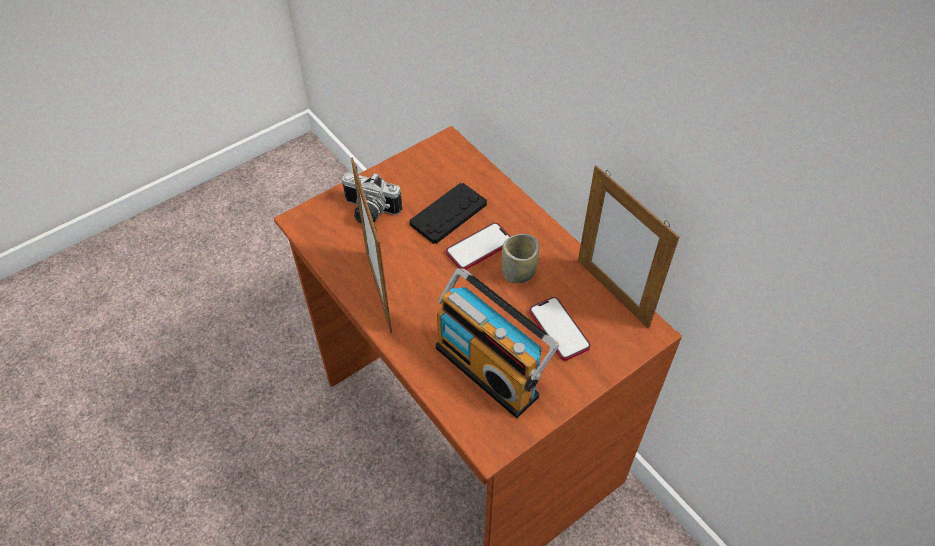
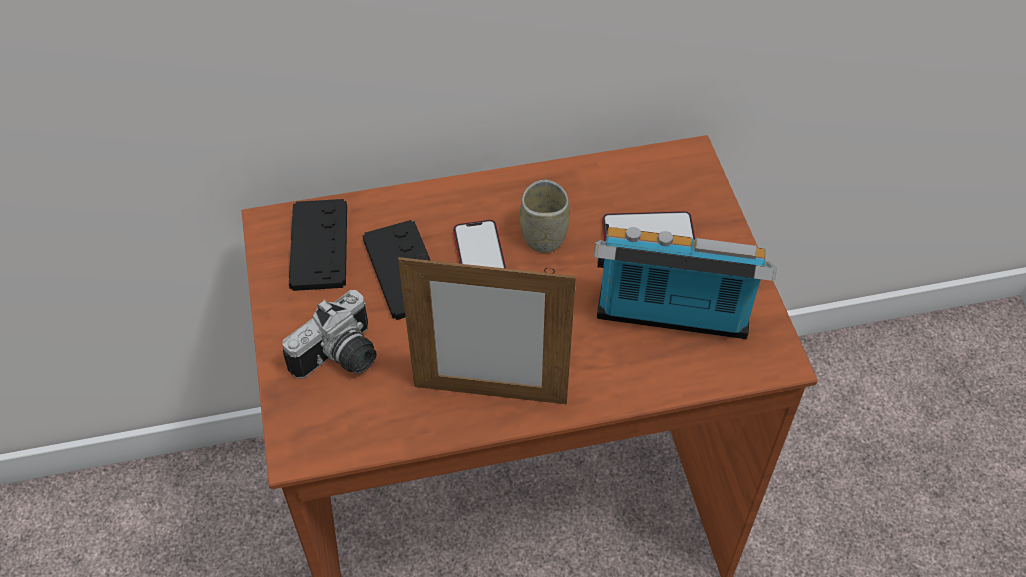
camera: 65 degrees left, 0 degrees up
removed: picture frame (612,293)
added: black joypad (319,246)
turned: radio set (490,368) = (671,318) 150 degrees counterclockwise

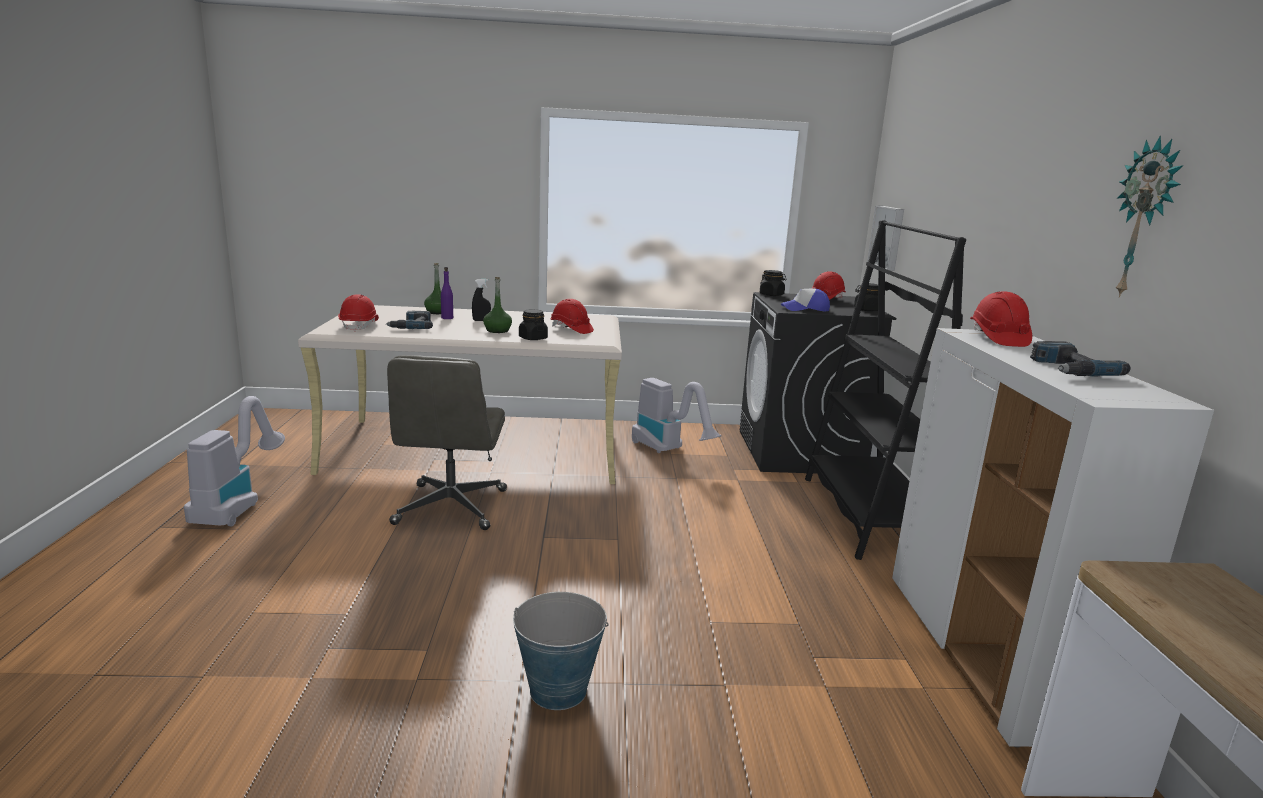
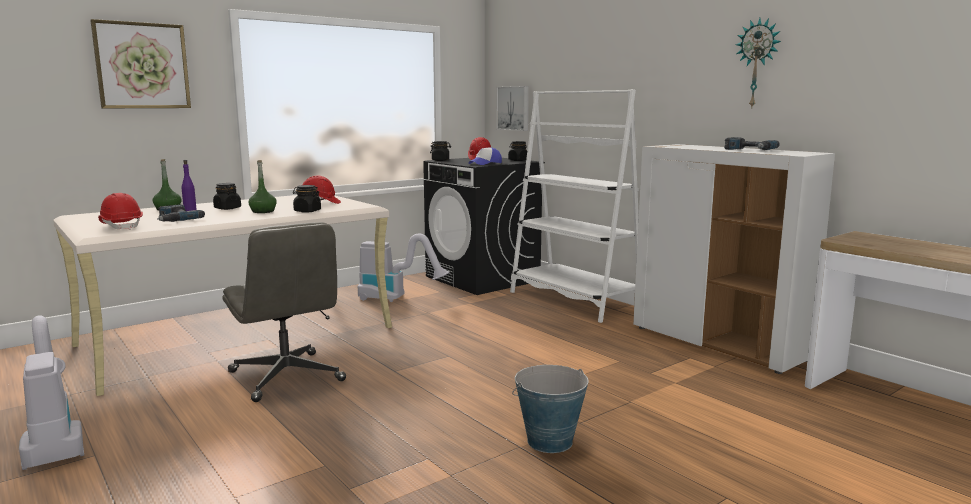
camera: 35 degrees left, 5 degrees down
removed: reddish work helmet (998,339)
added: wall art (142,66)
replaced: black sprayer (481,320) to black jar (227,208)
recoloured: black shelving unit (869,516) to white shelving unit (573,300)

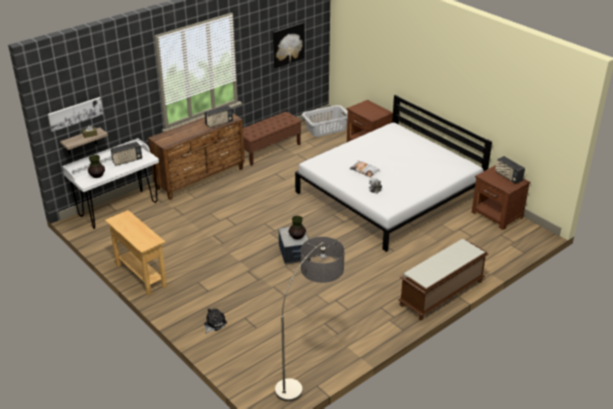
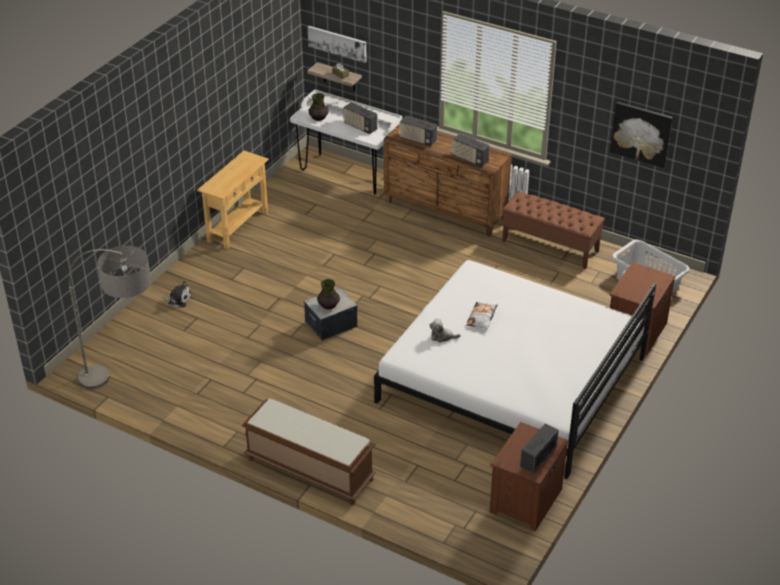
camera: 70 degrees right, 5 degrees up
added: radio set (417,140)

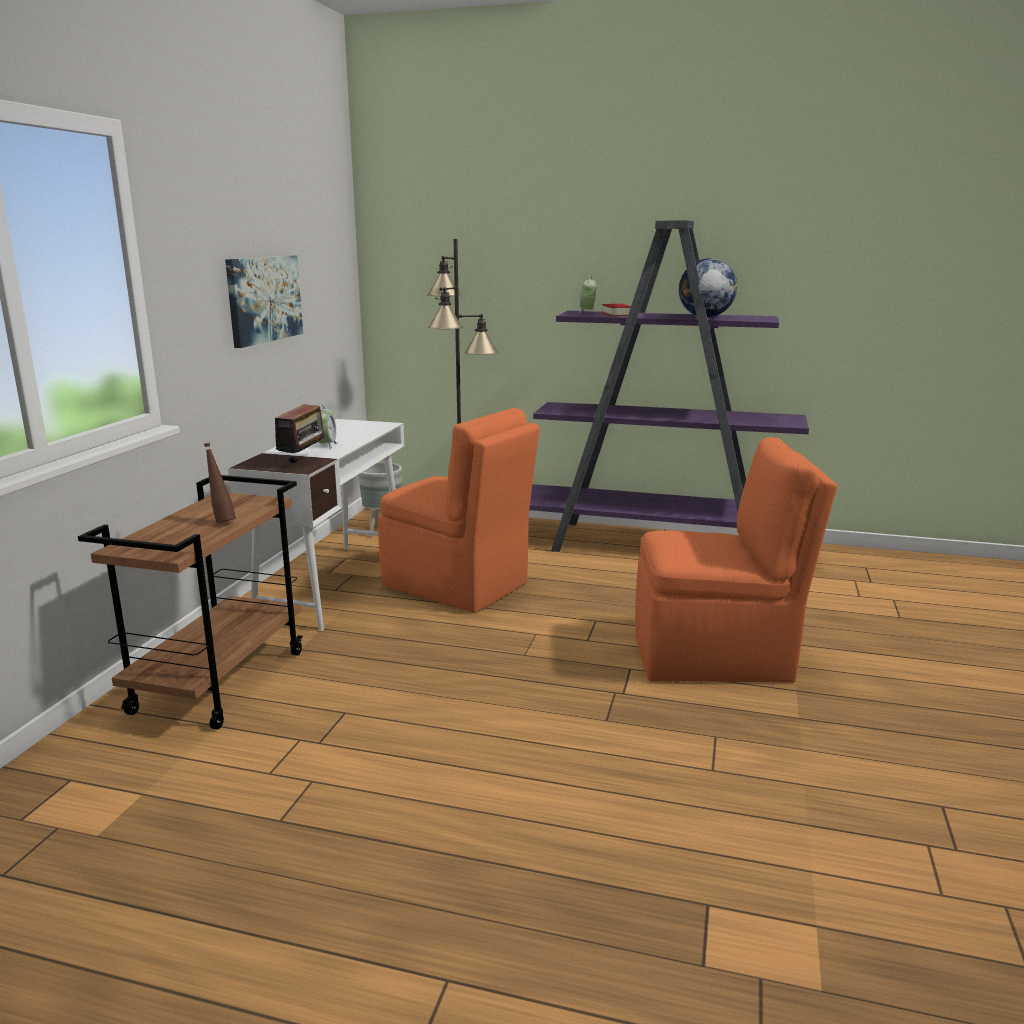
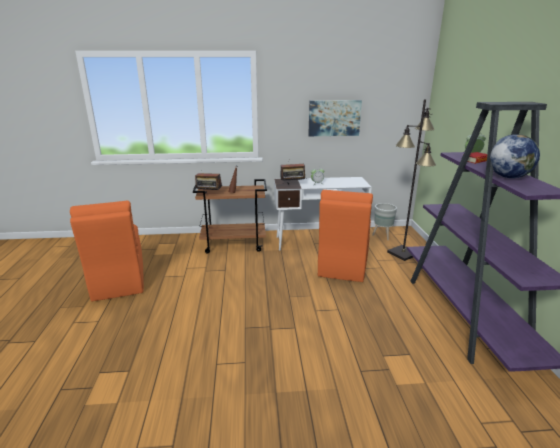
camera: 70 degrees right, 5 degrees up
added: radio set (209,194)
moved: orange plain chair (716,656) to (118,282)

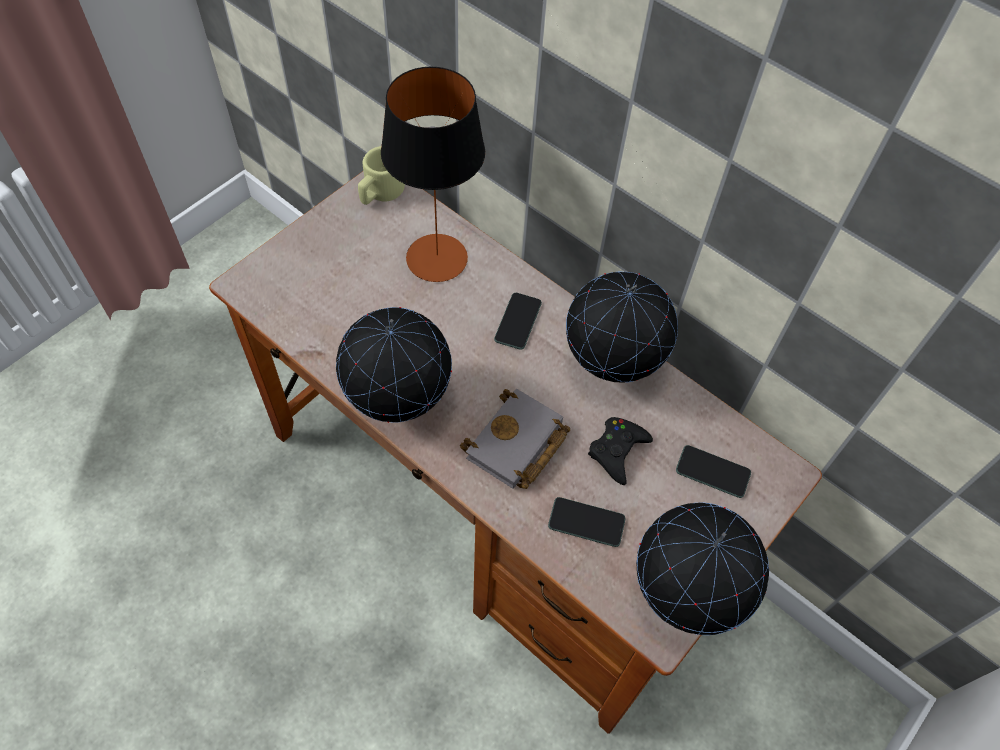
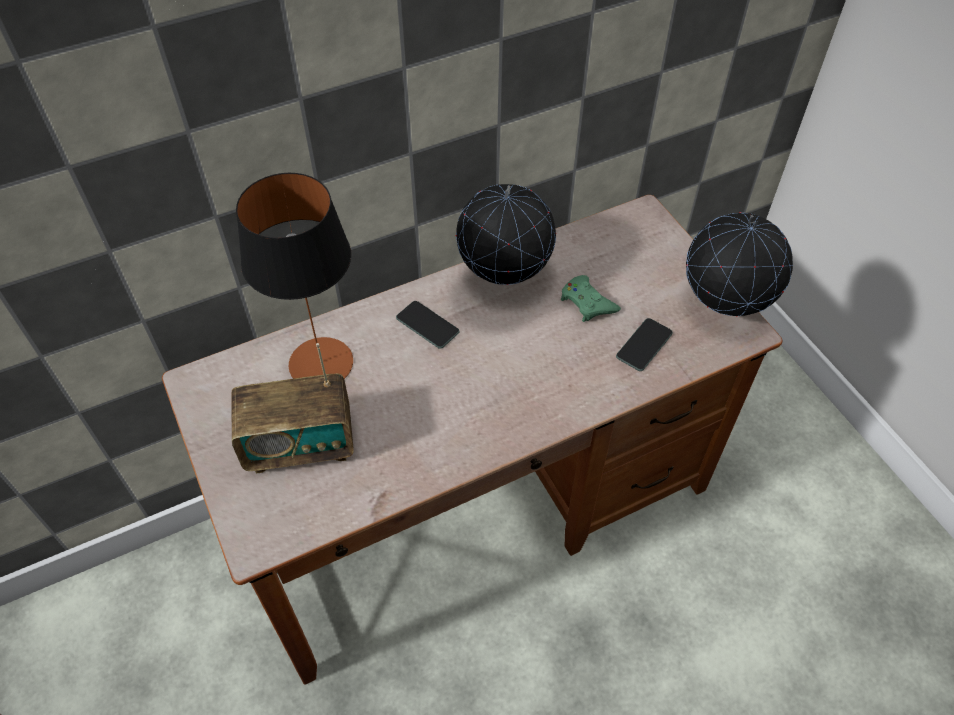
camera: 65 degrees left, 5 degrees down
removed: world globe (399,401); sand-coloured coffee mug (380,192); greyish volume (516,446); phone (713,472)
added: radio set (300,445)
recoloured: black joypad (617,451) to green joypad (587,303)

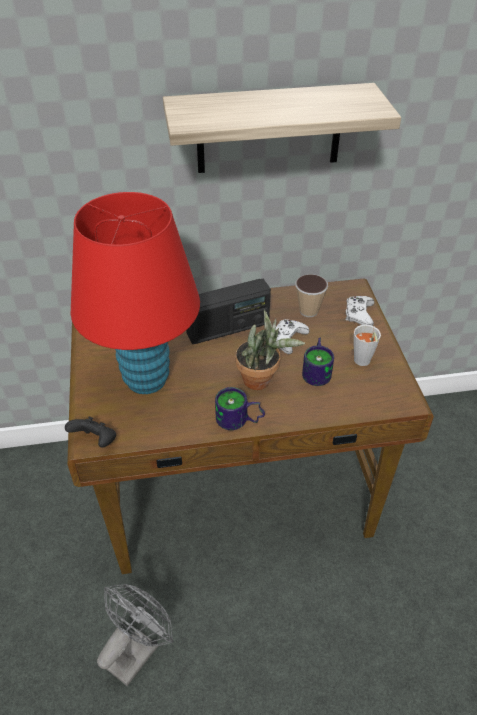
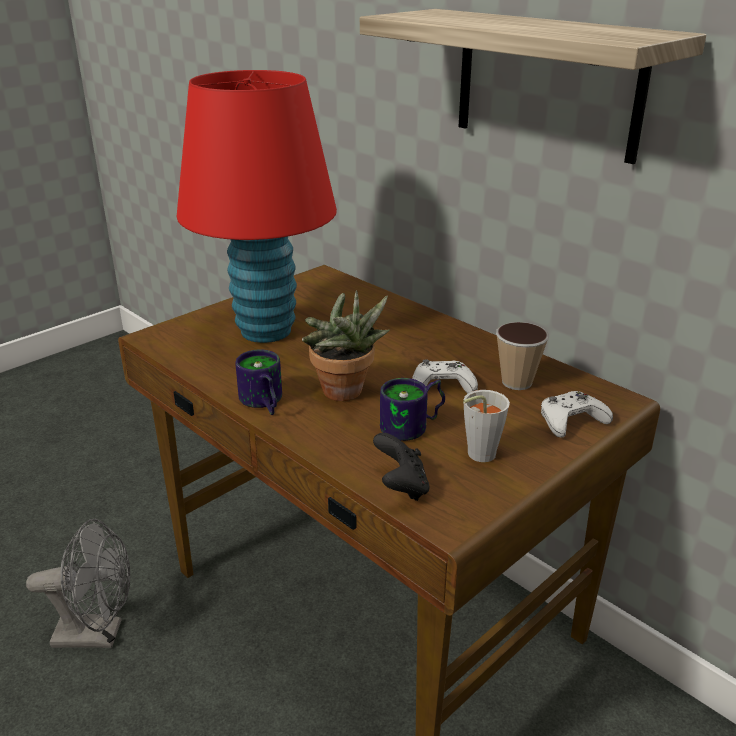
camera: 55 degrees right, 15 degrees down
removed: radio set (228,328)
moved: black joypad (96,441) to (401,487)

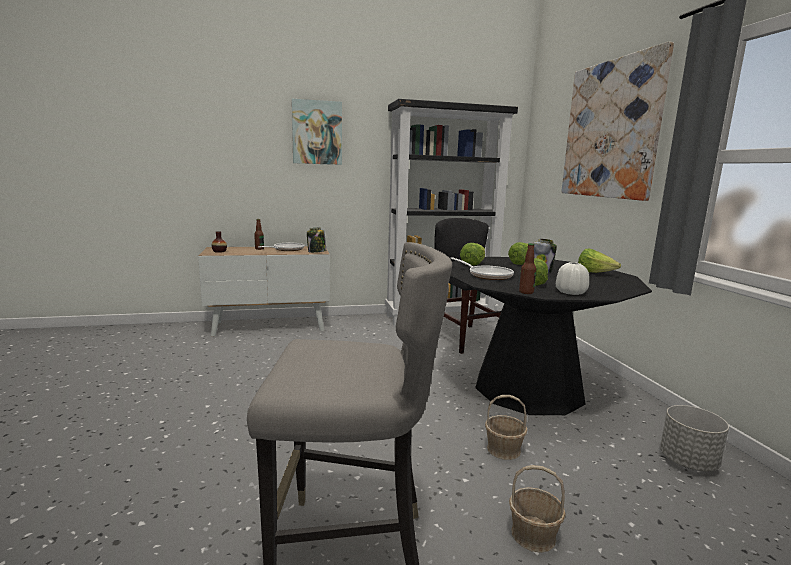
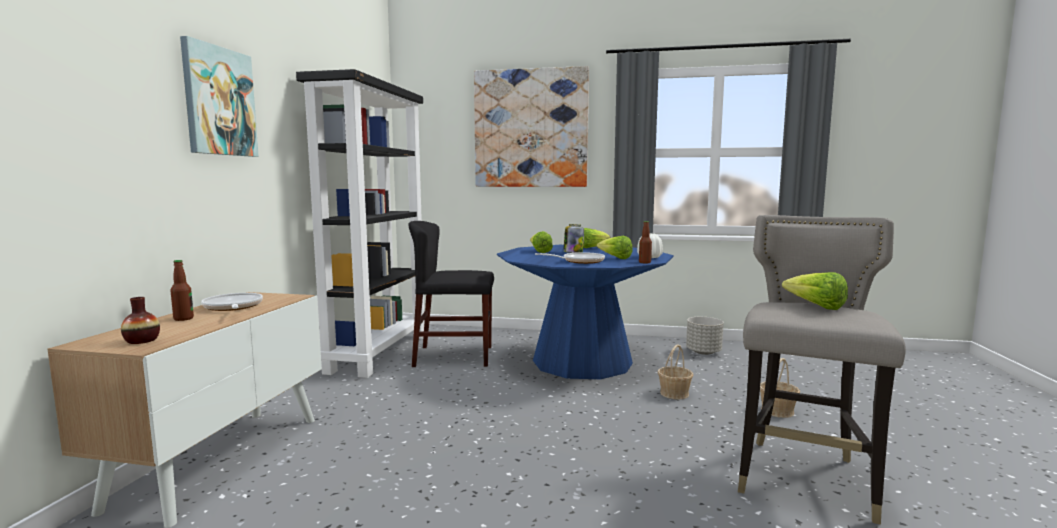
camera: 65 degrees left, 5 degrees down
removed: jar (316,252)
moved: lettuce (473,264) to (816,307)
recoloured: black dining table (528,388) to bluish dining table (582,361)

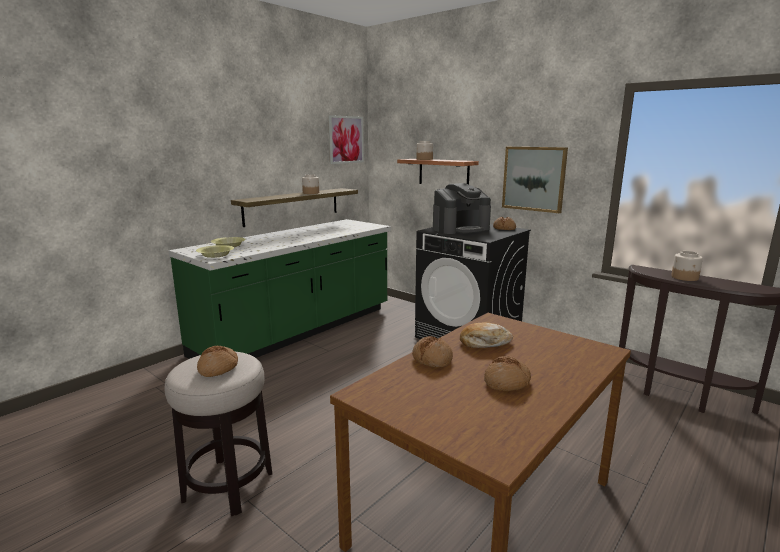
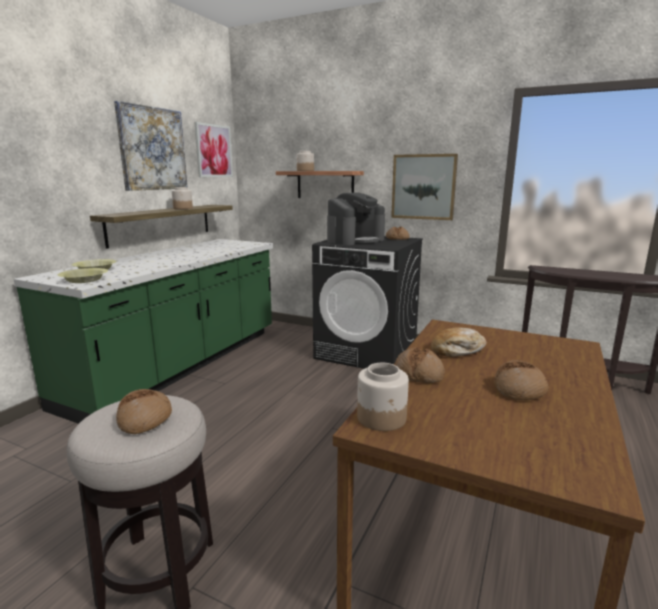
camera: 15 degrees left, 0 degrees up
added: wall art (152,149)
moved: jar (685,277) to (382,418)

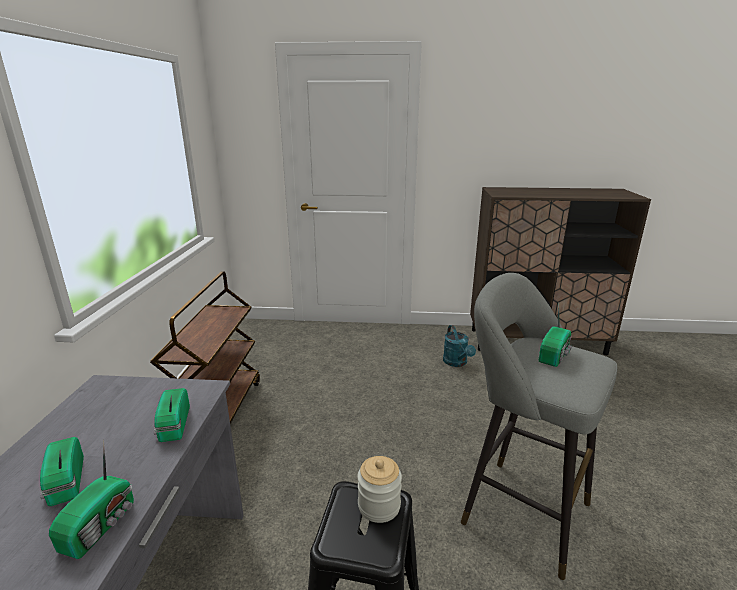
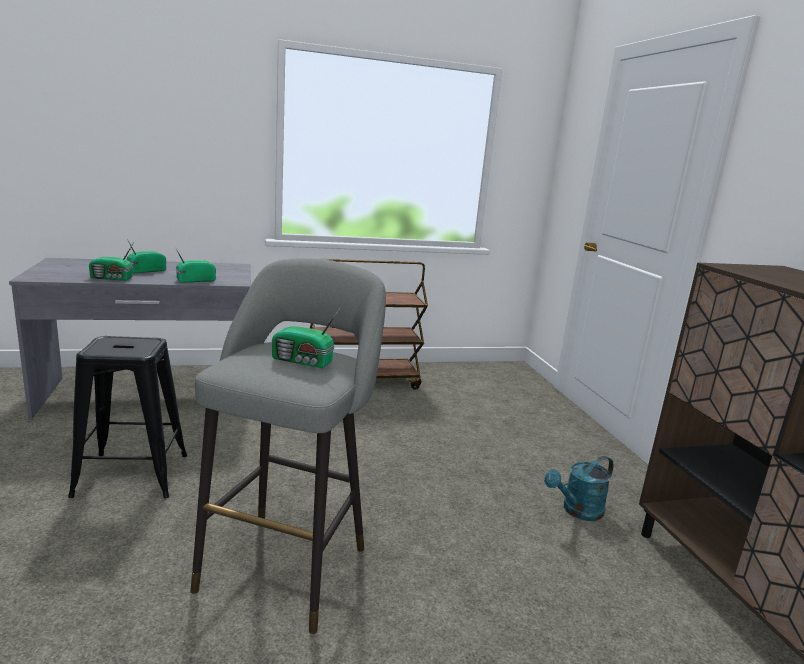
camera: 70 degrees right, 5 degrees down
removed: jar (379,505)

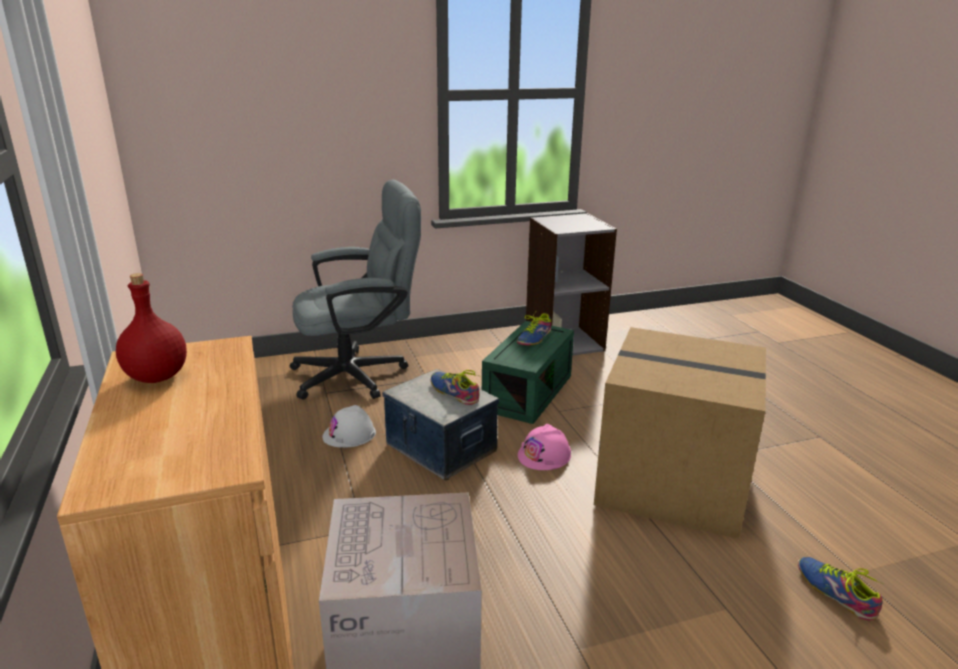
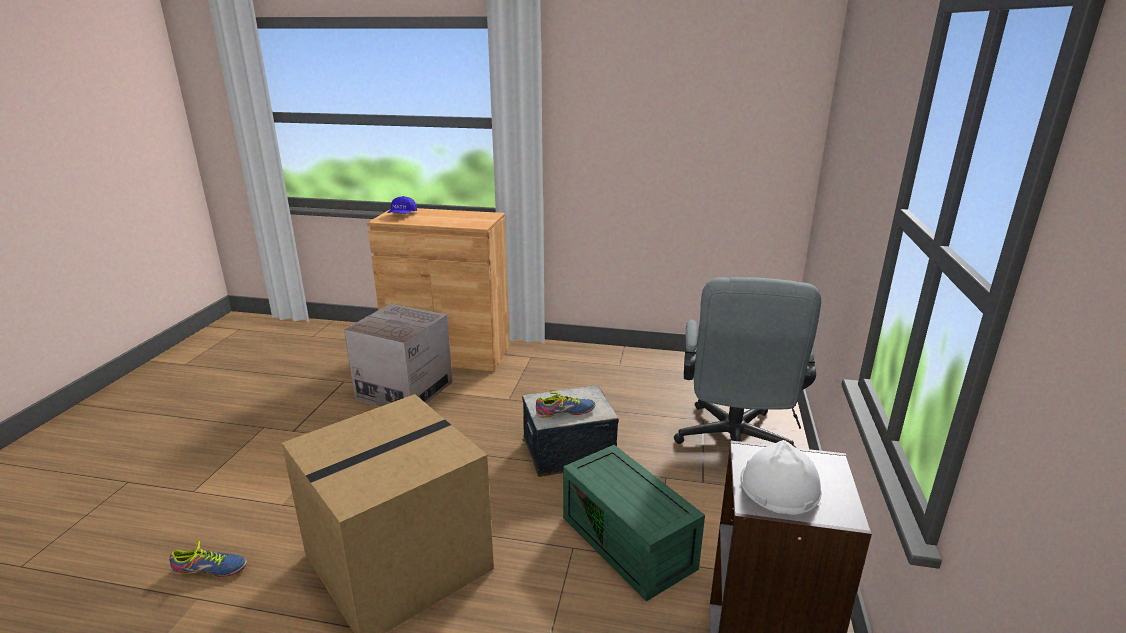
camera: 120 degrees right, 0 degrees up
removed: reddish bottle (155,377); low shoe (534,338); pink work helmet (544,455)
added: bluish baseball cap (402,214)
moved: white work helmet (349,434) to (779,486)

